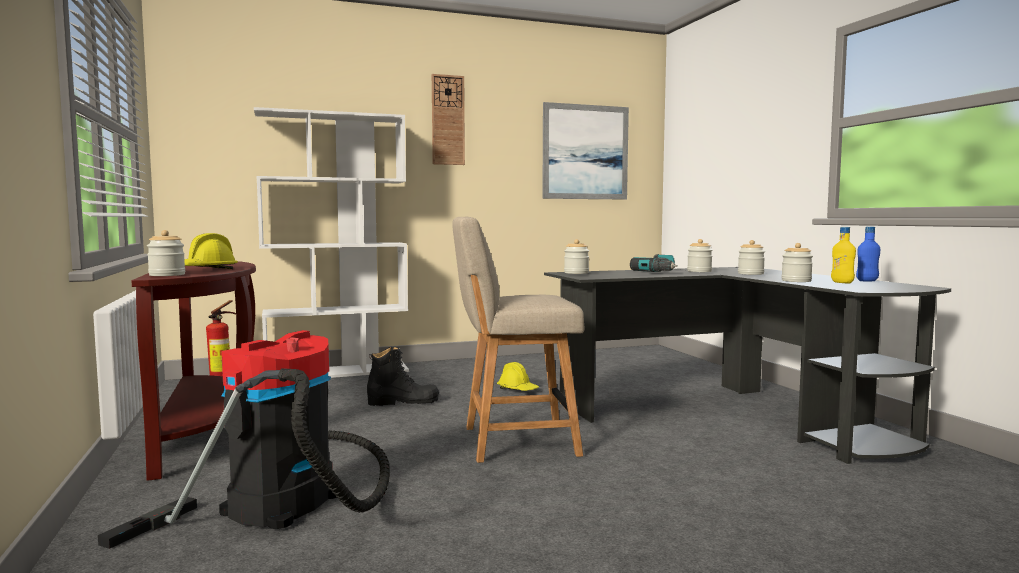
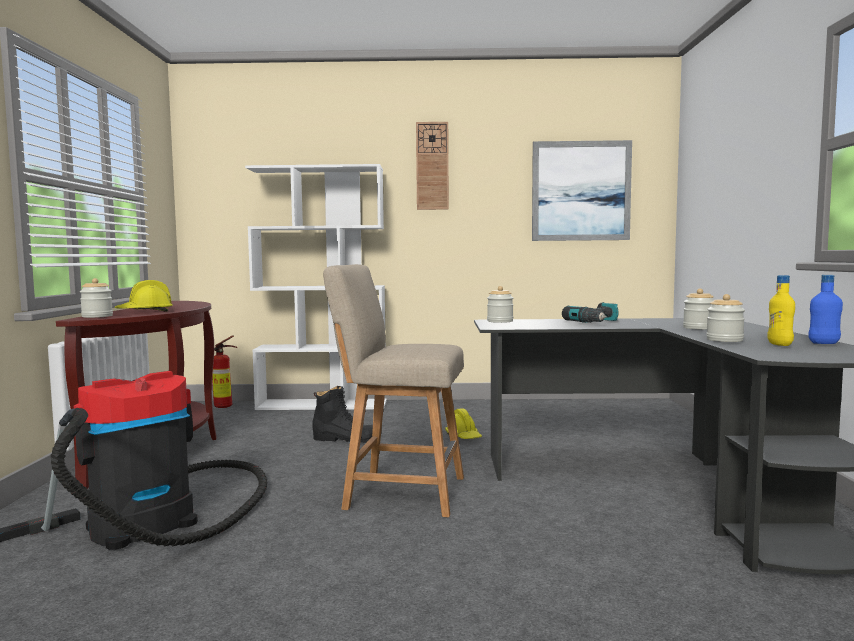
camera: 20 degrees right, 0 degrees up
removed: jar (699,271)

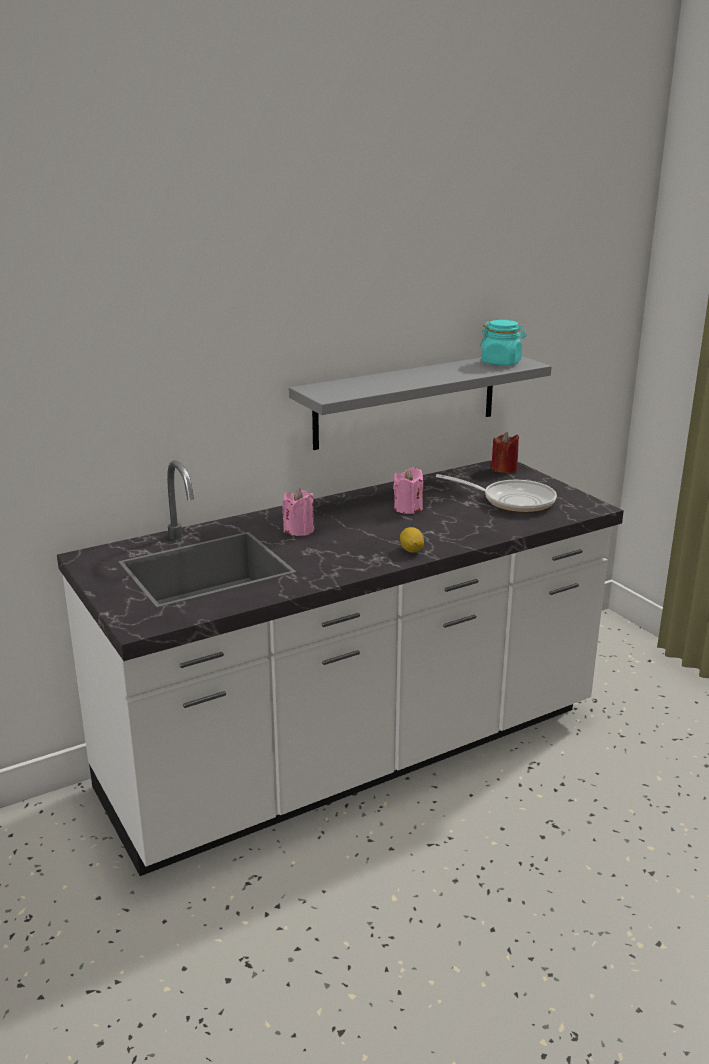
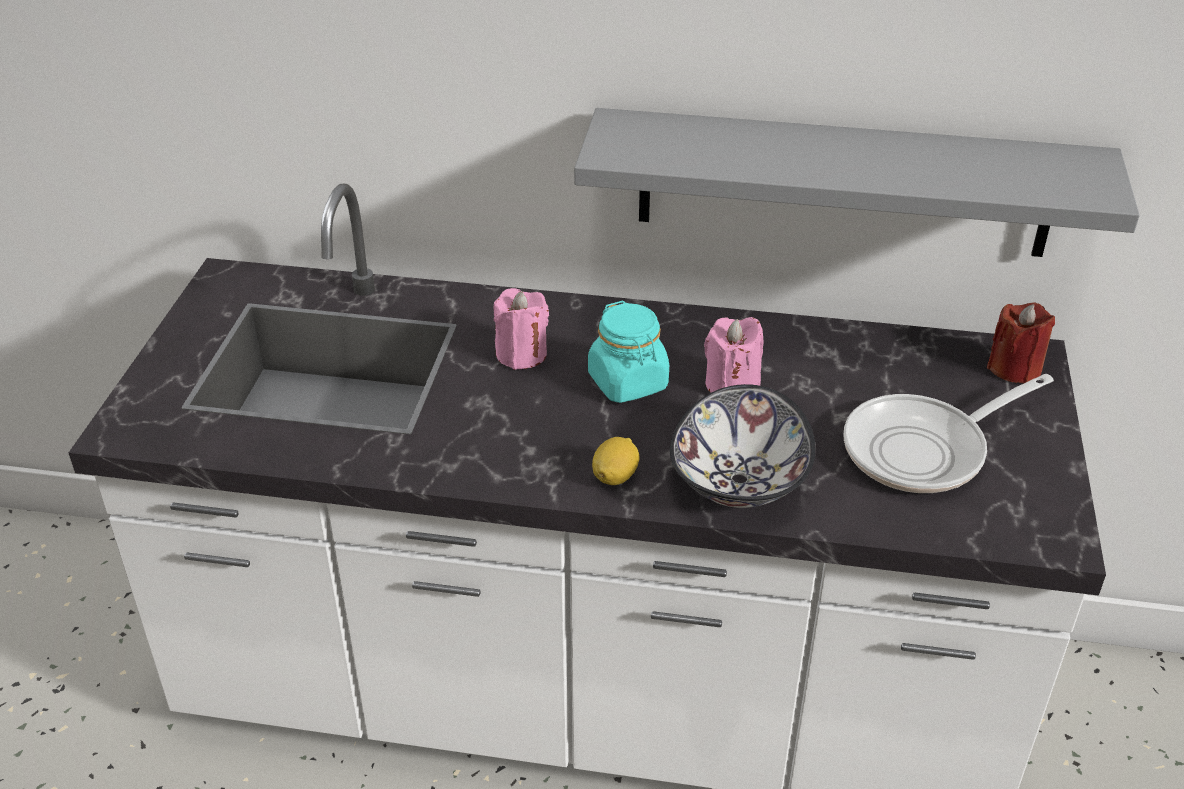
camera: 40 degrees right, 15 degrees up
added: serving bowl (737,480)
moved: blue-green jar (501,362) to (628,382)
turned: pan (512,501) = (924,450) 90 degrees clockwise

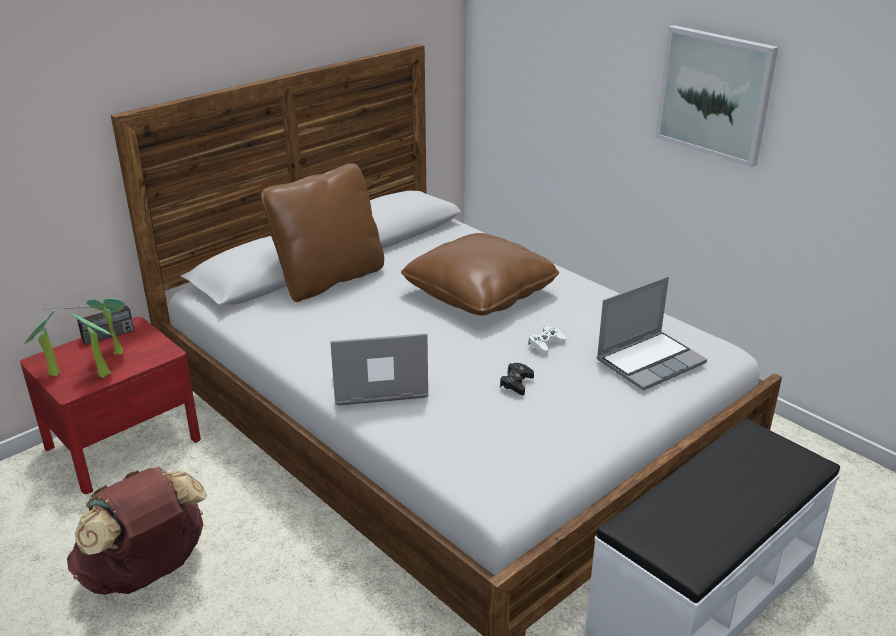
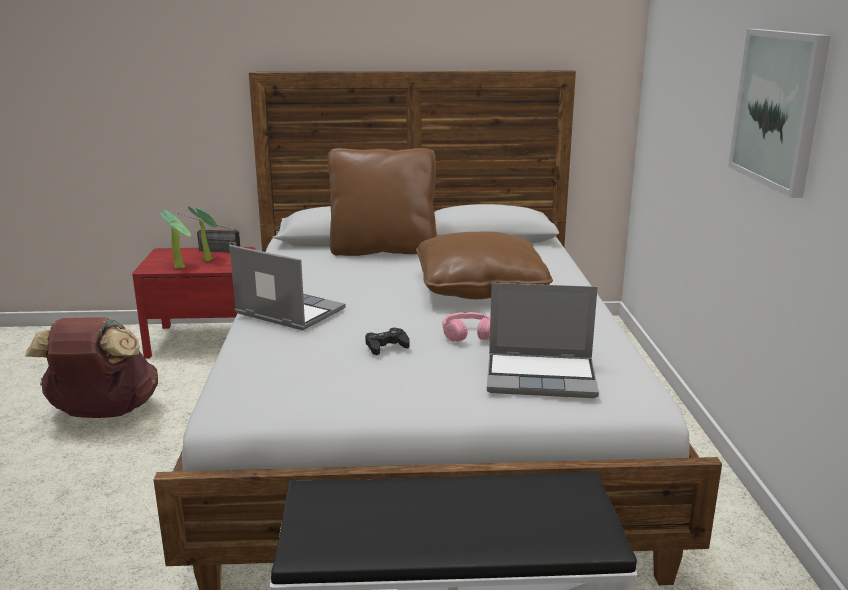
camera: 40 degrees right, 10 degrees down
removed: plant in a pot (51,375)
replaced: white joypad (546,344) to pink pair of headphones (468,334)

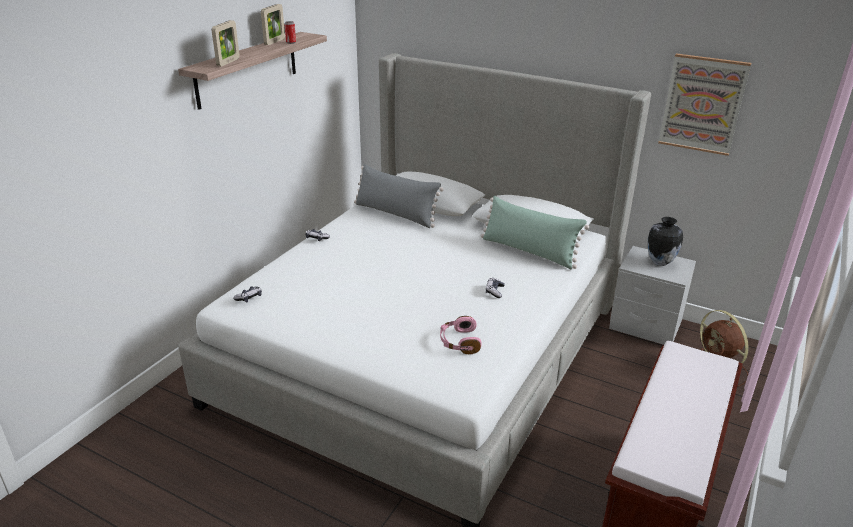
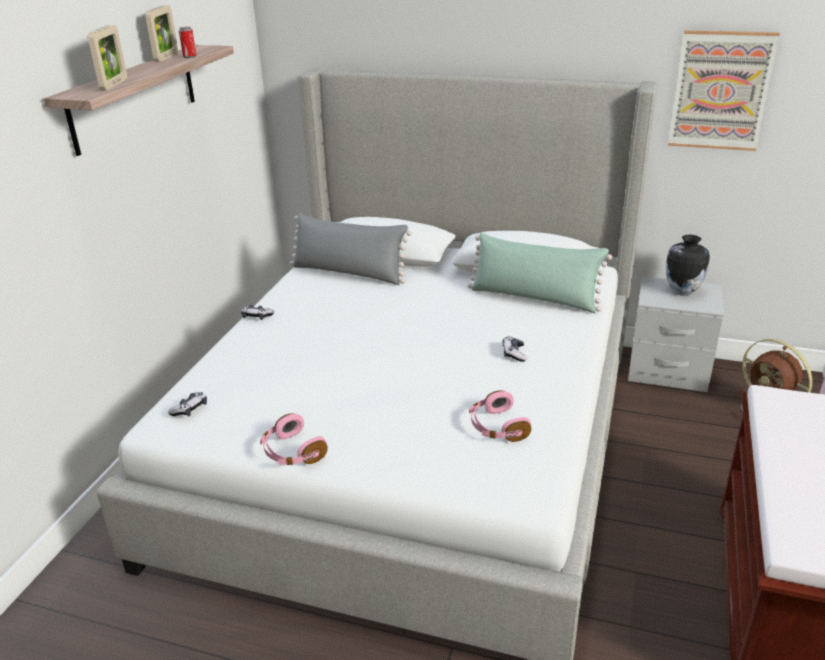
camera: 10 degrees left, 0 degrees up
added: pink pair of headphones (292,452)

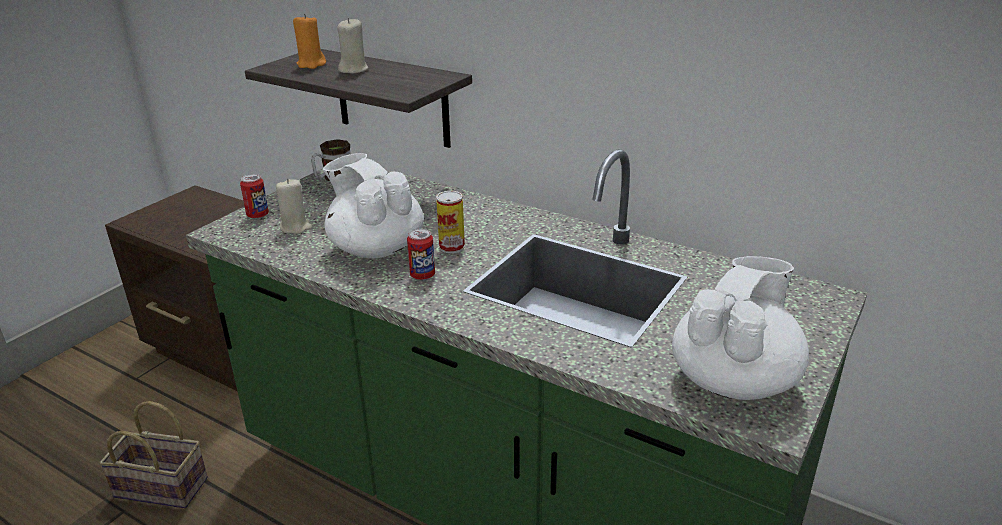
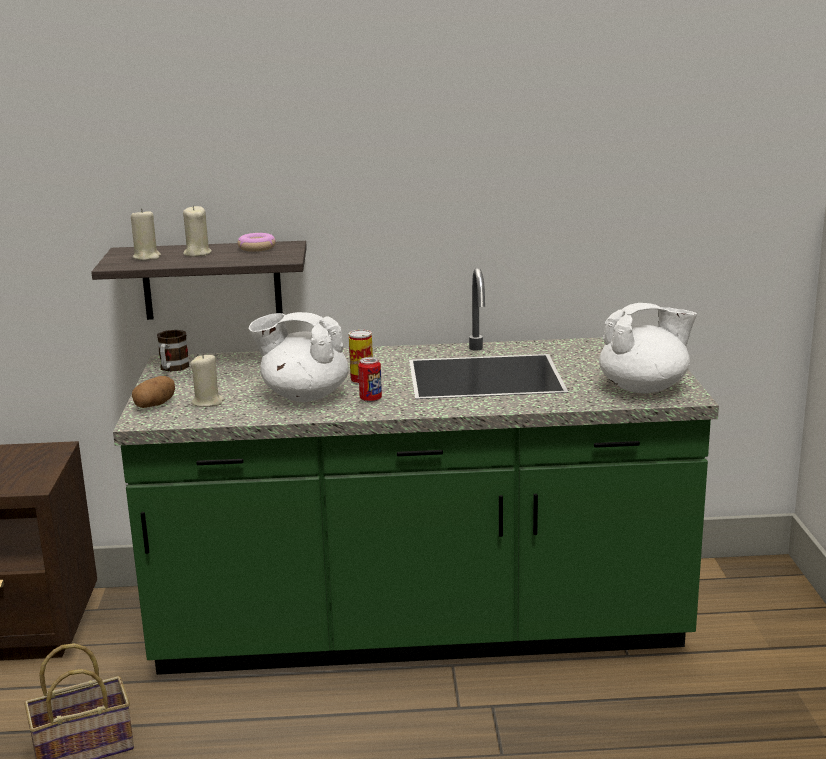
camera: 35 degrees left, 10 degrees down
added: ring doughnut (257,248)
replaced: sealed can (258,215) to whole potato (155,405)
recoloured: orange wax candle (311,64) to sand-coloured wax candle (147,257)
turned: white teapot (734,380) = (644,388) 75 degrees clockwise

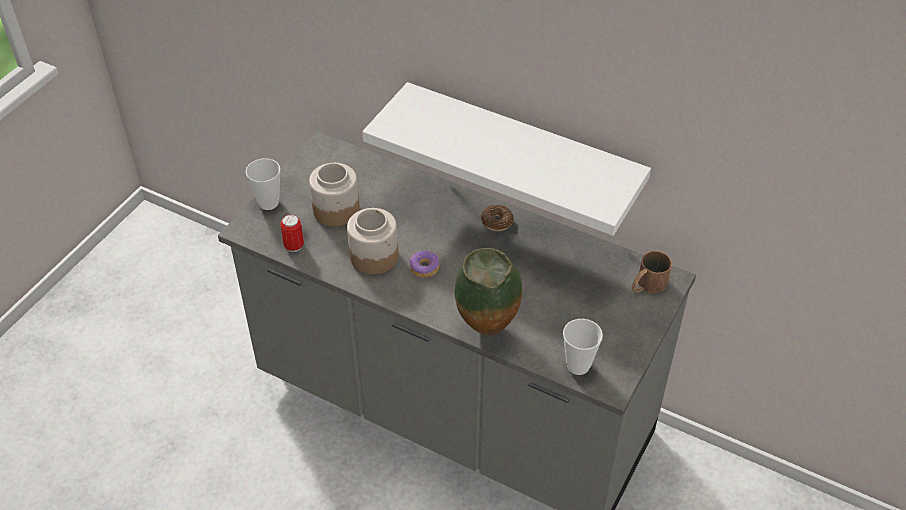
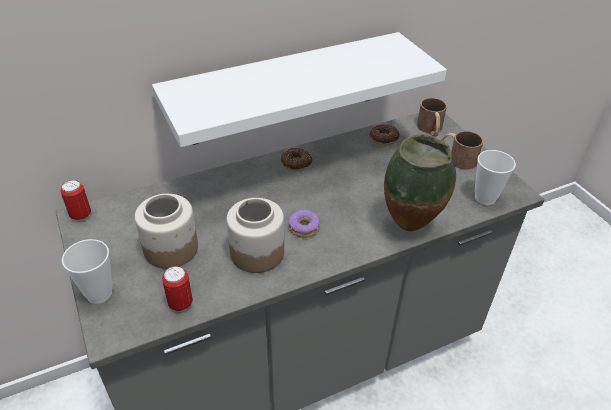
camera: 55 degrees left, 5 degrees down
added: sealed can (81,215); ring doughnut (383,139); brown coffee mug (456,158)

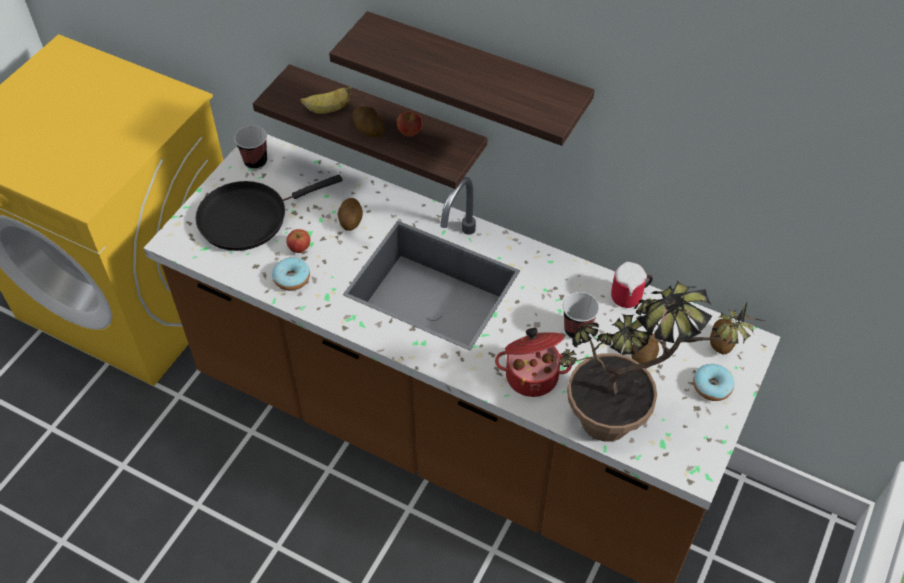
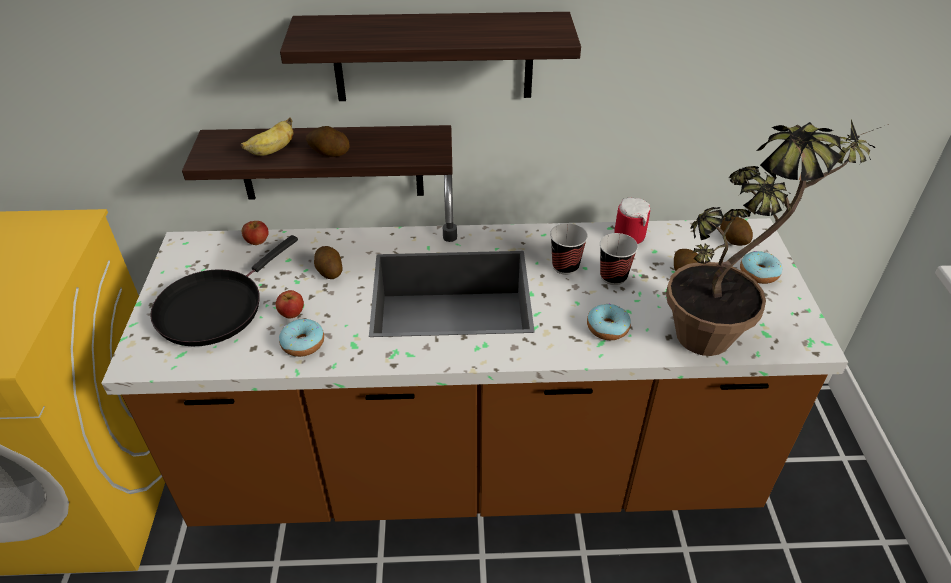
camera: 30 degrees left, 10 degrees down
moved: drinking cup (255,162) to (565,266); apple fruit (409,132) to (257,241)
replaced: saucepot (532,374) to ring doughnut (607,328)

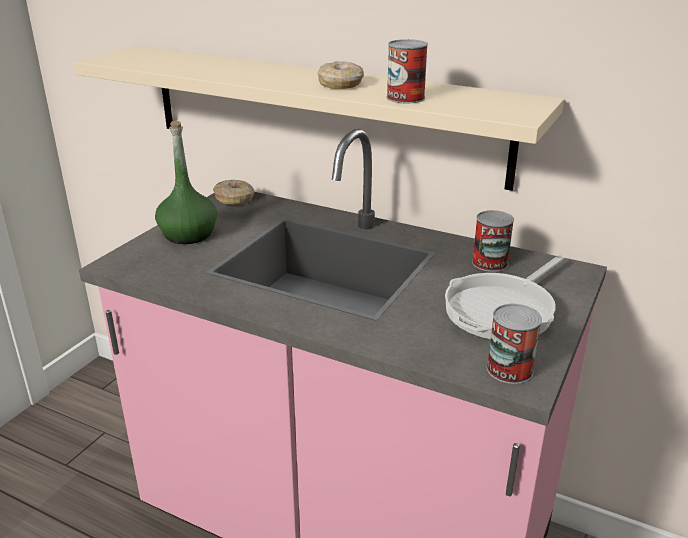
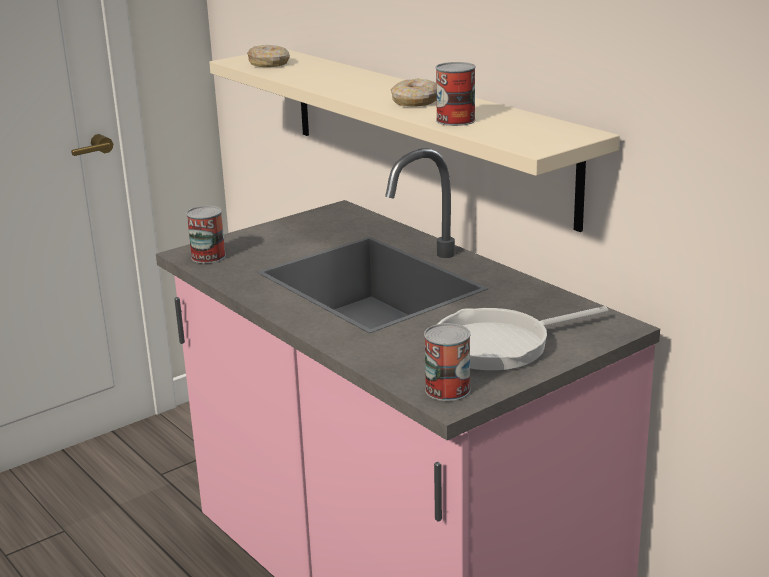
camera: 25 degrees right, 5 degrees down
removed: green bottle (189,234)
moved: ring doughnut (235,199) to (269,64); sealed can (490,263) to (208,256)

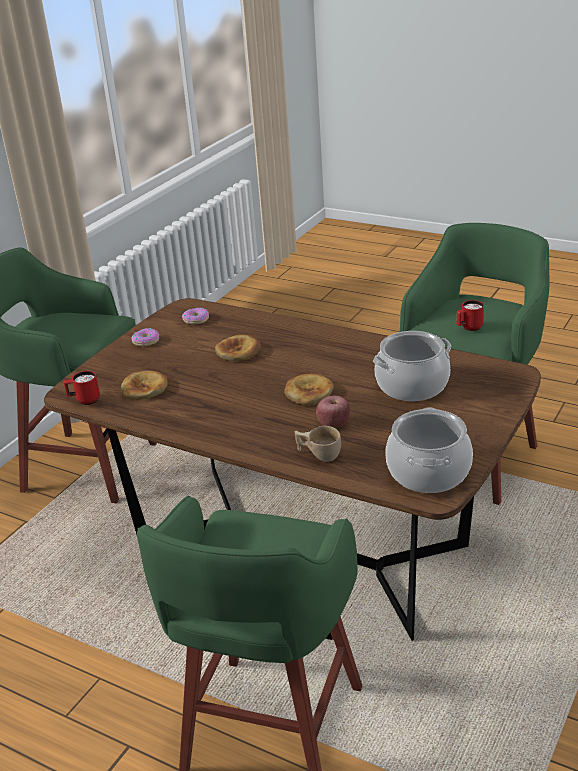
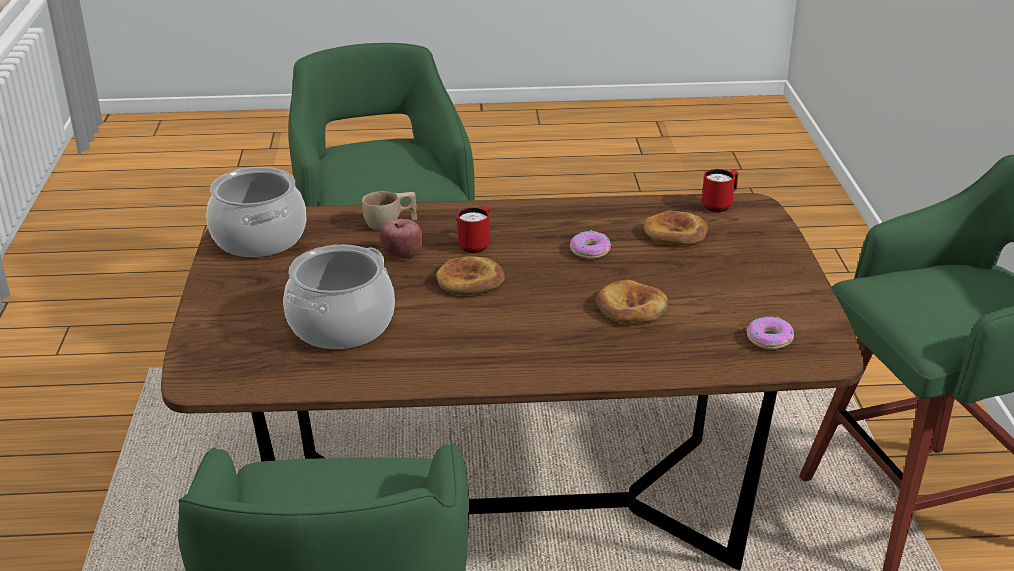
camera: 145 degrees right, 0 degrees up
moved: ring doughnut (146,341) to (590,251); reddish coffee mug (469,328) to (476,244)

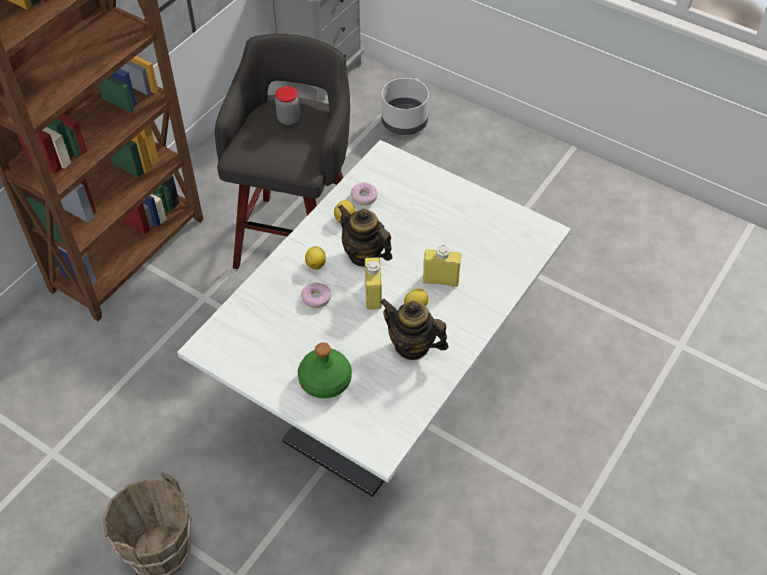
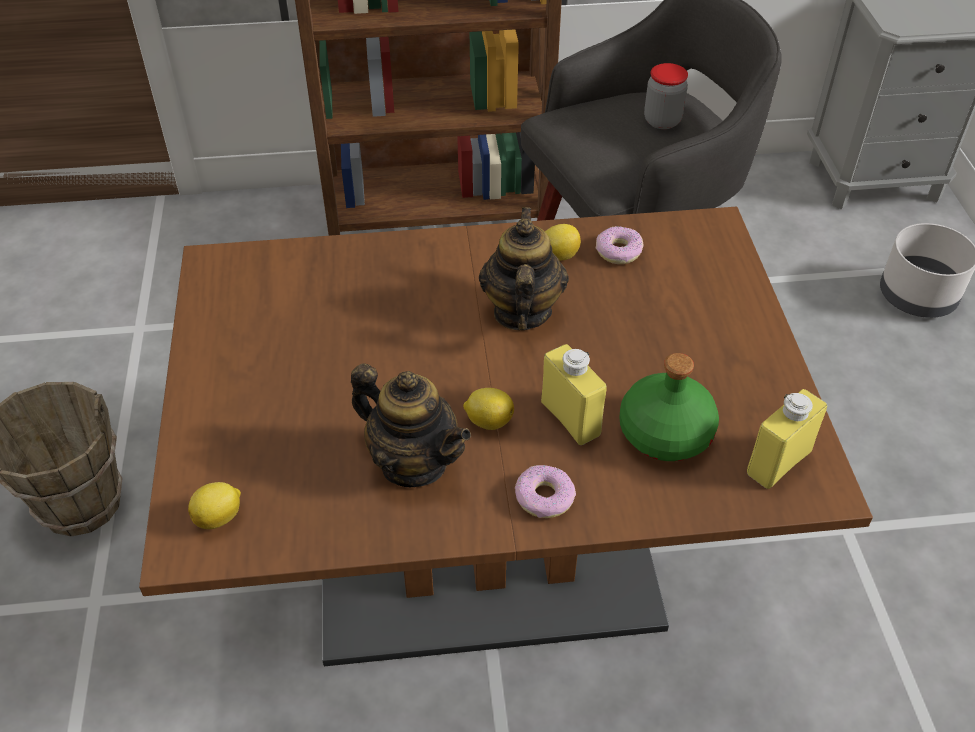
camera: 50 degrees right, 5 degrees down
moved: green bottle (324,381) to (664,432); ring doughnut (316,298) to (544,498); whole lemon (316,264) to (220,517); yellow-coloured bottle (373,295) to (778,463)
recoloured: white dining table (383,396) to brown dining table (487,568)
turned: teapot (412,346) = (413,462) 135 degrees clockwise

